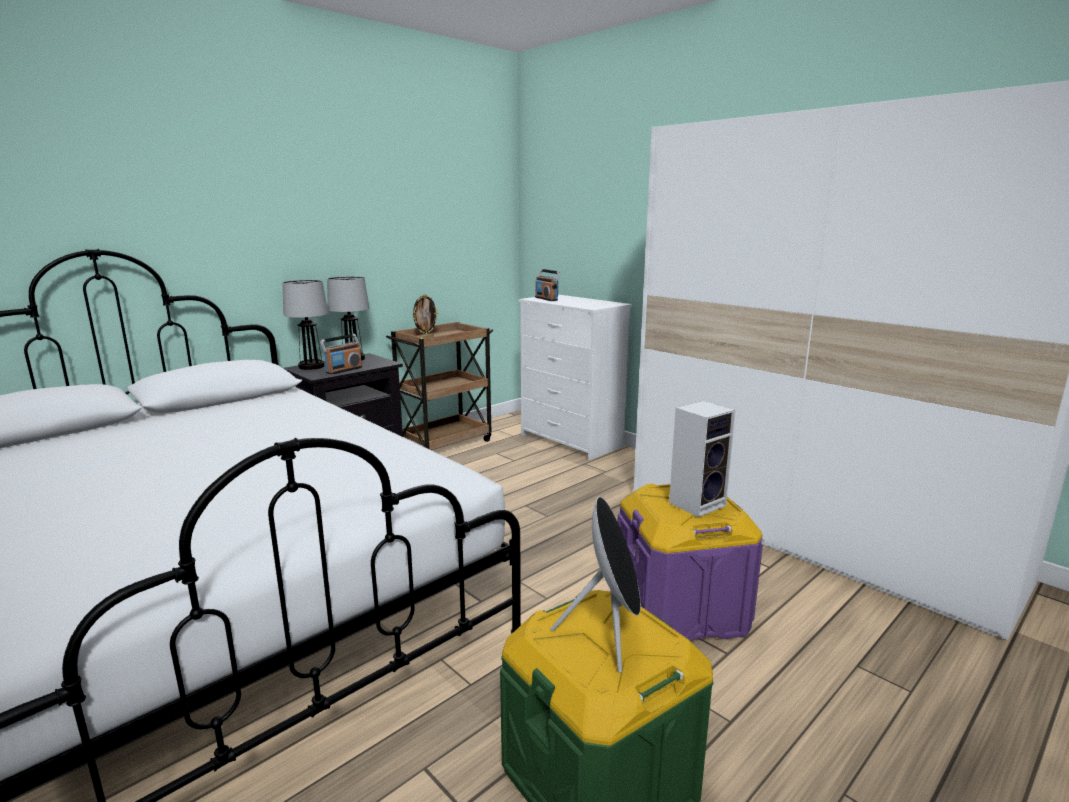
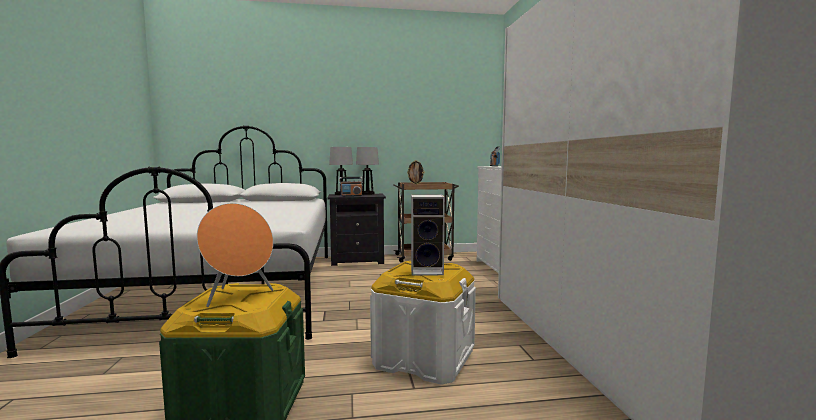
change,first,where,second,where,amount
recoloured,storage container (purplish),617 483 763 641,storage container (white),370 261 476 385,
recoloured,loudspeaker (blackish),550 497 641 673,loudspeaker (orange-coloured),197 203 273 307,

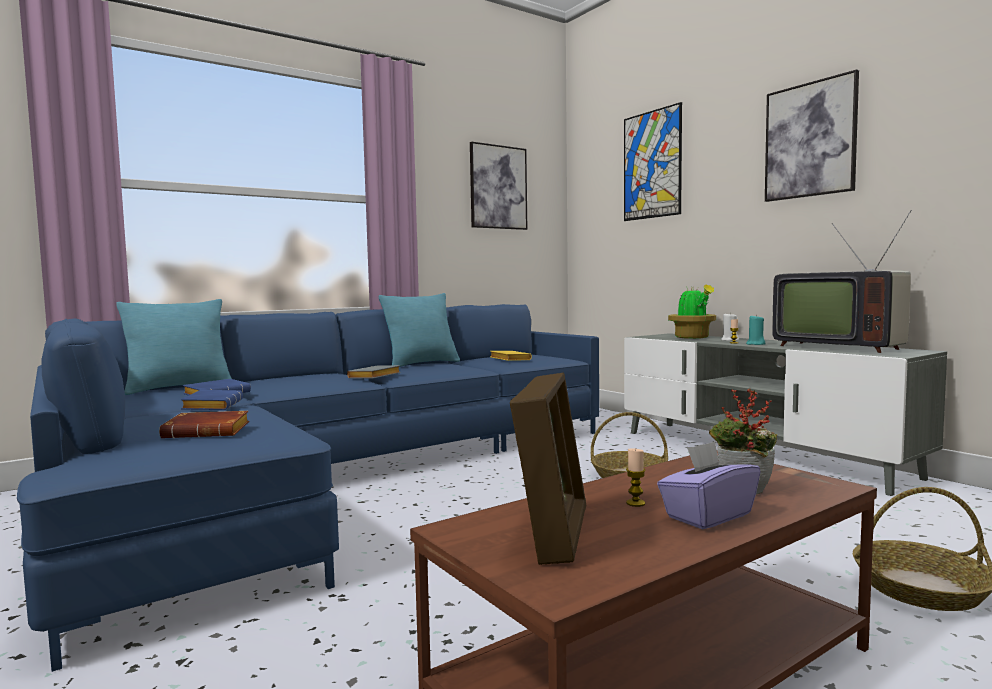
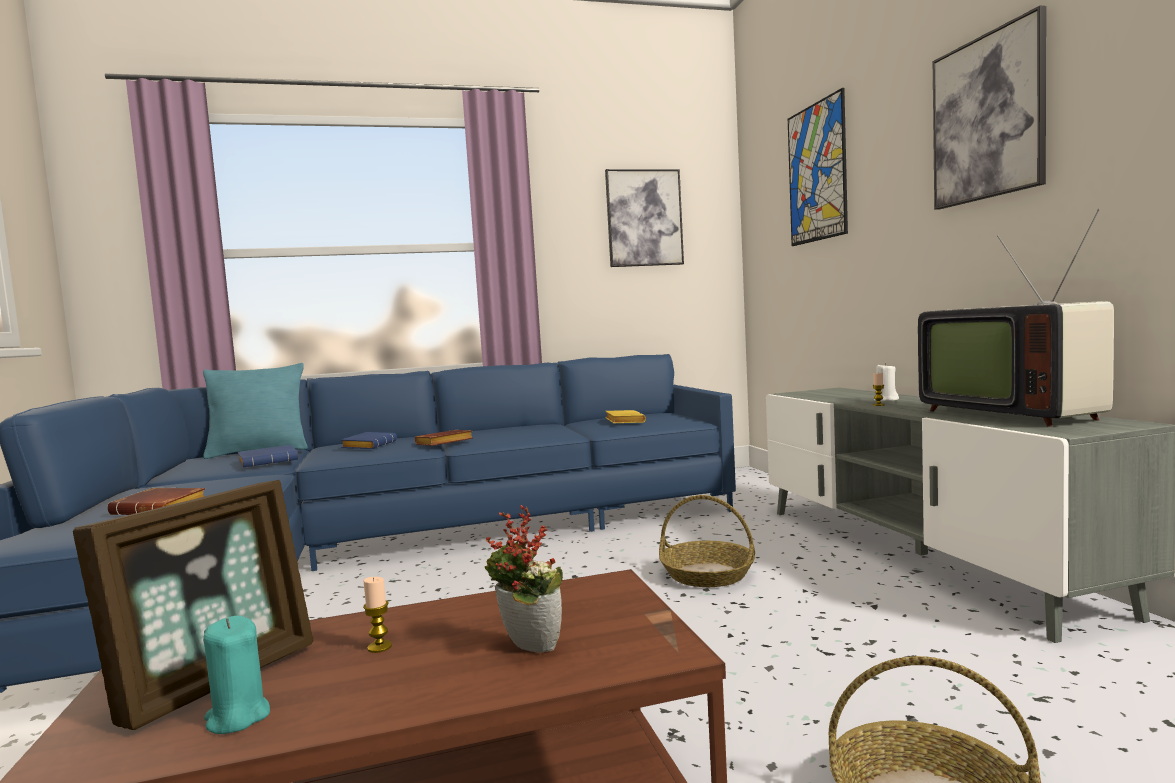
change,first,where,second,where,amount
removed,potted plant,668 285 716 339,,,
removed,throw pillow (blue-green),379 293 460 367,,,
moved,wax light (blue-green),746 314 766 345,,203 616 270 734,
recoloured,book (greyish),347 365 401 379,book (brown),415 430 473 446,
moved,book (blue),181 390 243 410,,341 432 397 449,
removed,box of tissues (purplish),657 441 761 529,,,

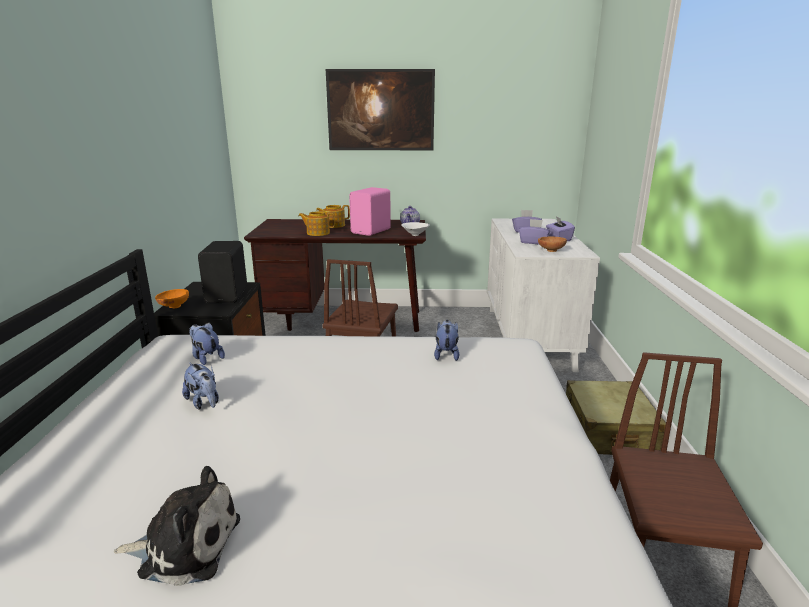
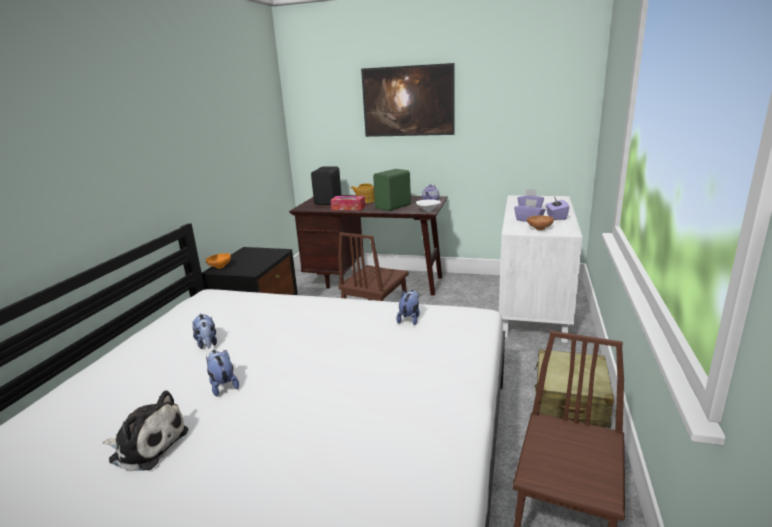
change,first,where,second,where,amount
recoloured,loudspeaker (pink-coloured),349 187 391 236,loudspeaker (green),373 169 411 211,
replaced,tea pot,298 211 335 236,box of tissues,331 196 365 211,
moved,loudspeaker (blackish),198 241 247 303,,311 166 342 205,
moved,plush toy,189 322 225 365,,206 350 239 397,

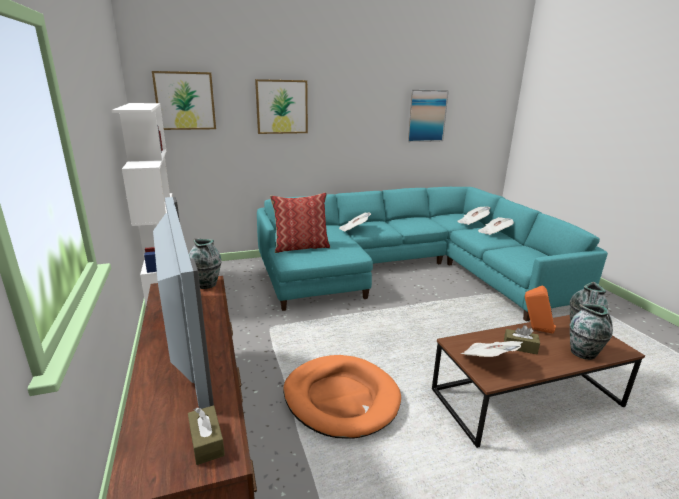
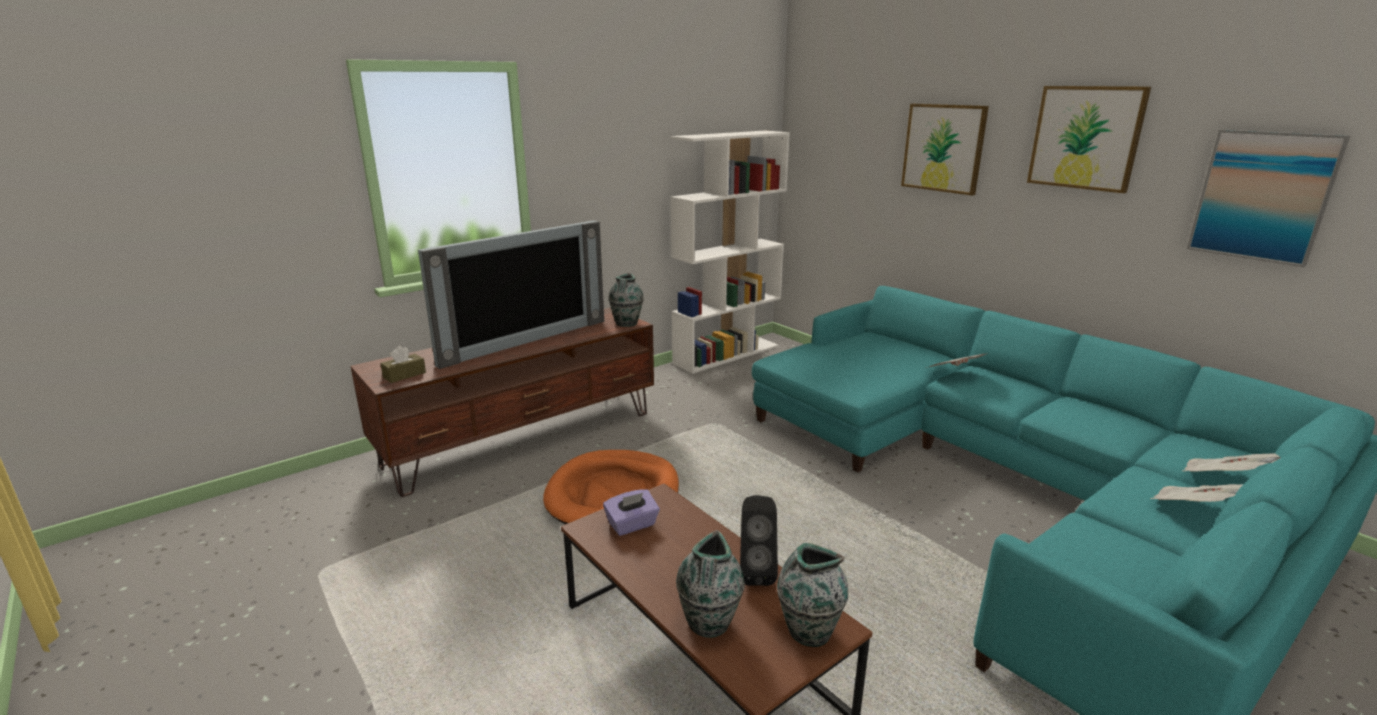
change,first,where,second,where,amount
moved,wall picture,152 71 216 130,,1027 86 1151 193,
removed,throw pillow,270 192 330 253,,,
recoloured,loudspeaker (orange-coloured),525 285 556 334,loudspeaker (blackish),740 495 778 586,
removed,box of tissues (brown),504 325 540 354,,,
replaced,printed paper,461 341 523 357,box of tissues (purplish),603 490 660 536,

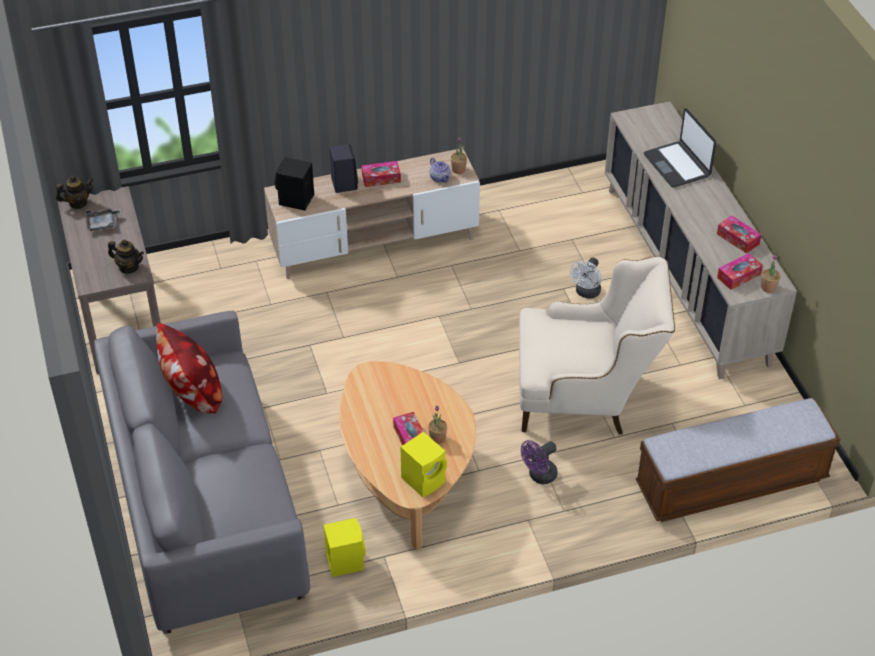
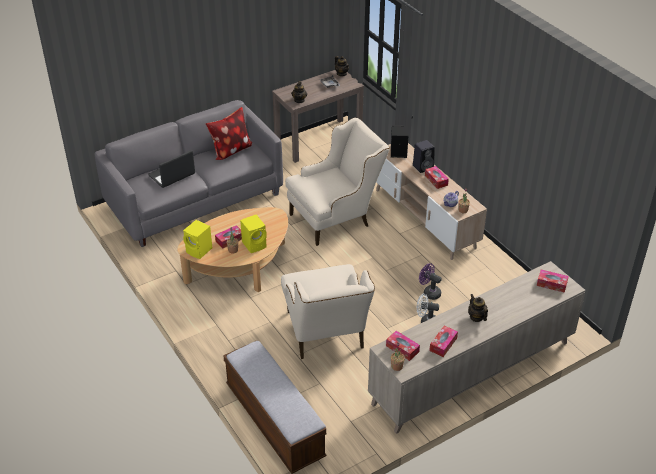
change,first,where,second,where,amount
moved,notebook computer,644 108 716 188,,148 150 195 188,
moved,cooling fan (purplish),521 440 558 484,,419 263 441 300,
moved,loudspeaker (yellow-coloured),324 518 366 577,,240 214 267 253,
added,,,easy chair (sand-coloured),285 118 390 246,
added,,,box of tissues,537 270 569 293,
added,,,tea pot,468 294 488 322,

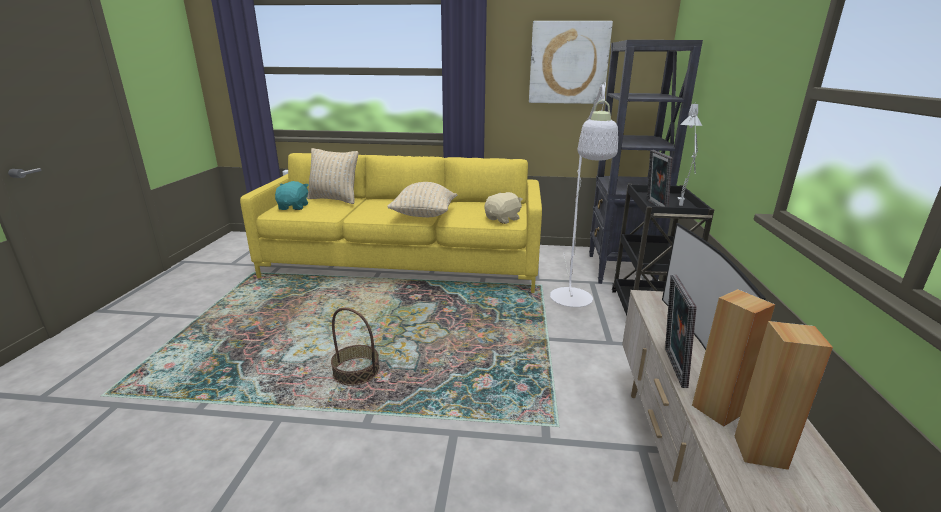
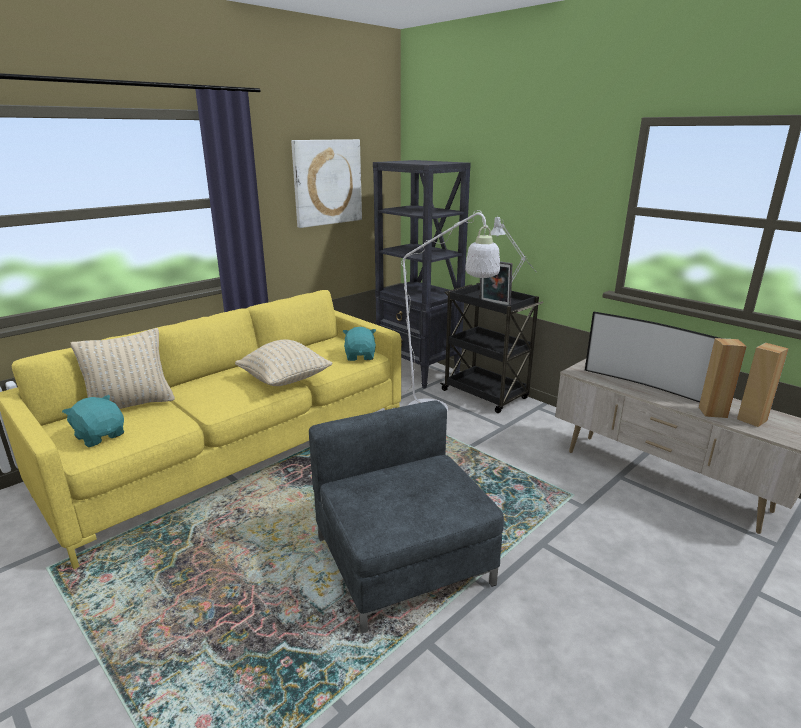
change,first,where,second,where,amount
recoloured,plush toy (sand-coloured),485 192 523 224,plush toy (blue-green),343 327 376 361,
removed,standing frame,665 275 697 388,,,
replaced,basket,331 308 380 386,easy chair (greyish),309 400 504 634,

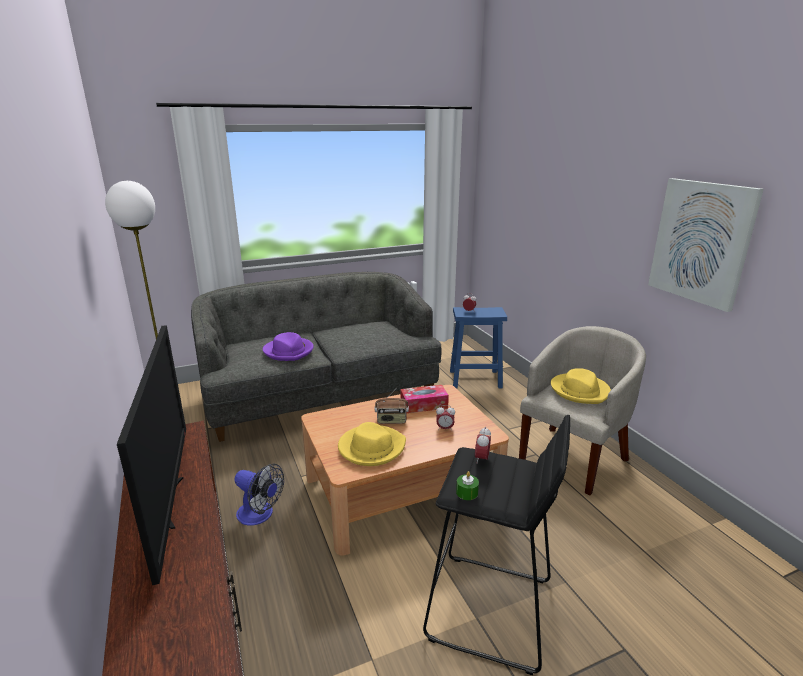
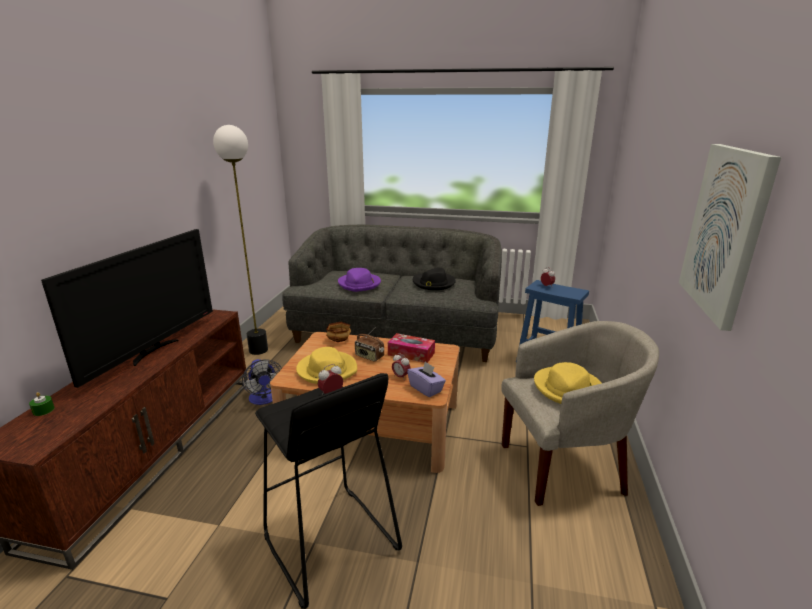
change,first,where,second,where,amount
moved,wax light (green),456 471 479 500,,29 392 55 416,
added,,,hat (blackish),413 267 456 290,
added,,,deep dish,326 322 351 342,
added,,,box of tissues (purplish),407 362 446 397,

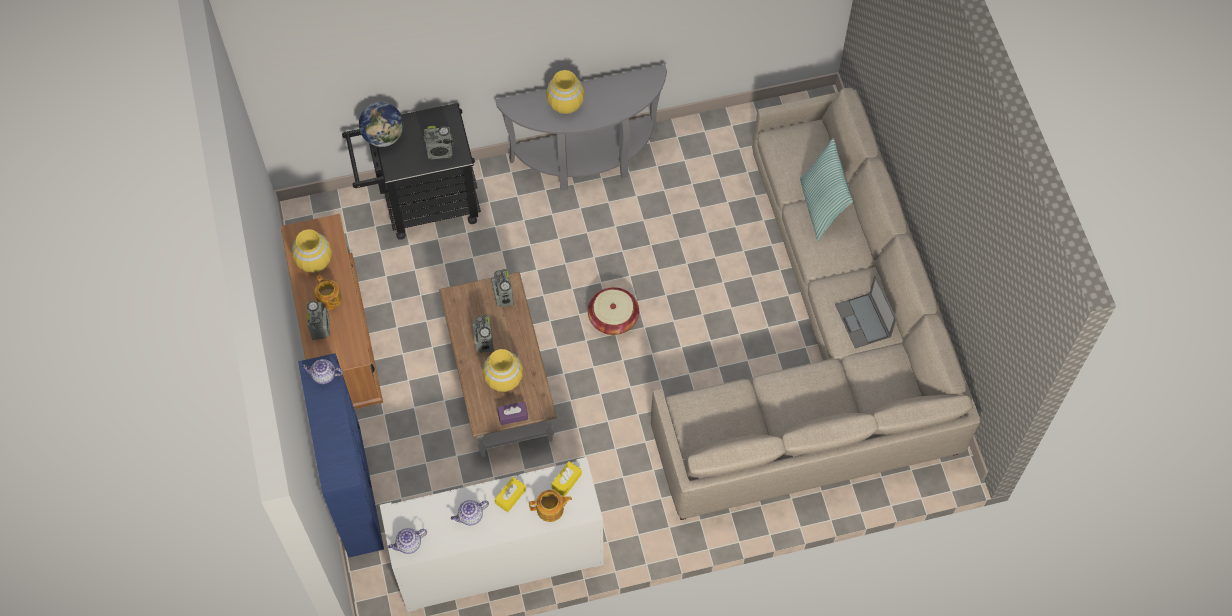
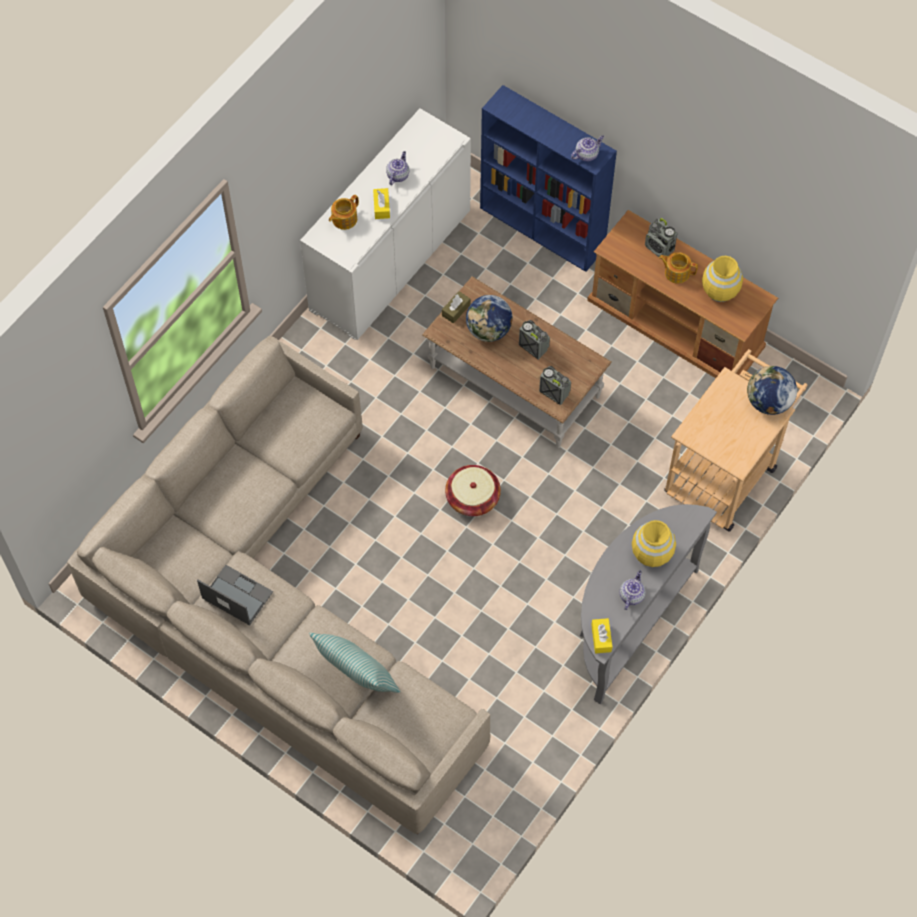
change,first,where,second,where,amount
recoloured,wheeled cart (blackish),342 103 481 240,wheeled cart (sand-coloured),664 349 808 532,
removed,radio receiver,424 126 453 159,,,
replaced,decorative vase (yellow-coloured),483 349 523 392,globe,466 295 513 342,
recoloured,box of tissues (purplish),497 402 528 425,box of tissues (brown),442 291 470 323,
moved,box of tissues (yellow-coloured),552 461 582 496,,591 618 612 653,
moved,tea pot,388 528 427 554,,620 570 645 610,

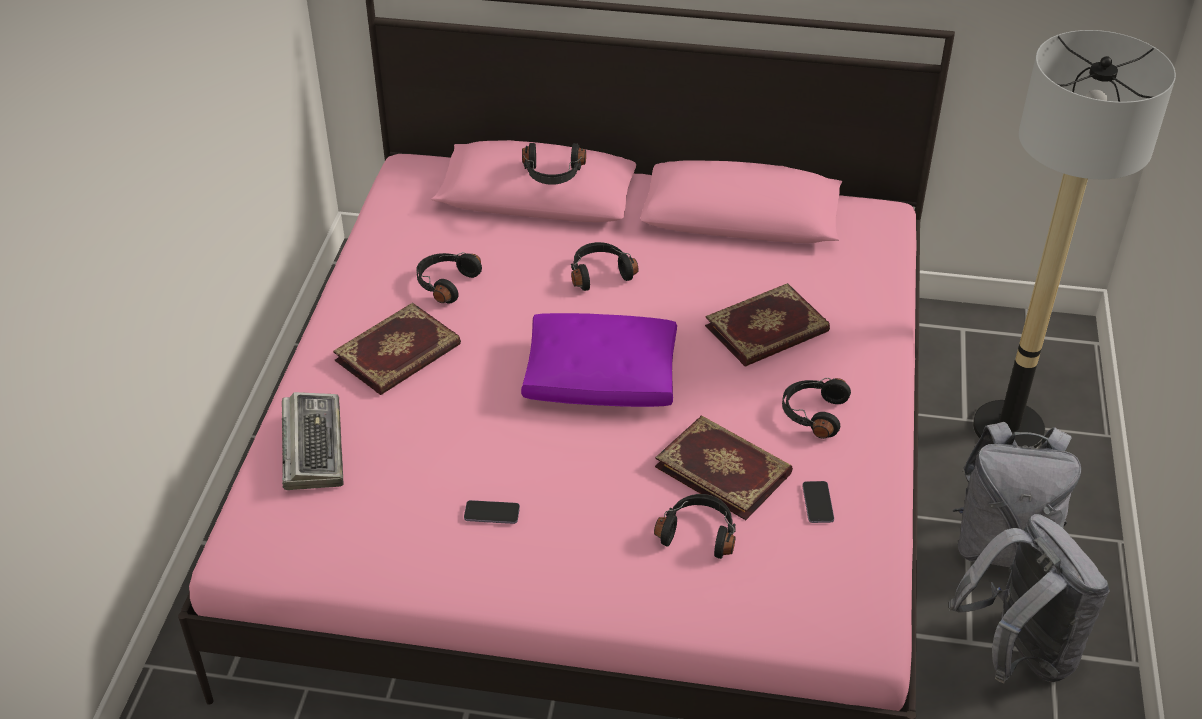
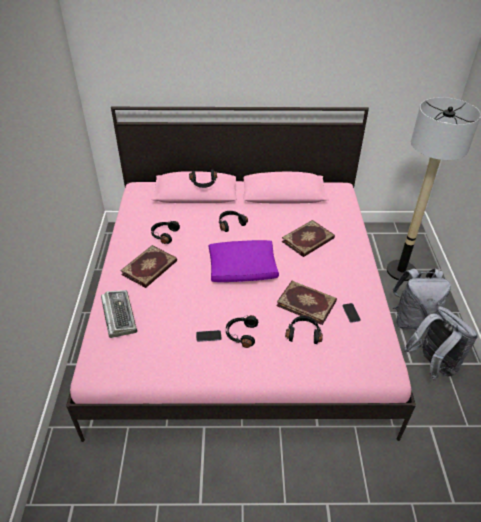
change,first,where,second,where,amount
moved,headphones (blackish),782 378 851 439,,226 315 258 348,

